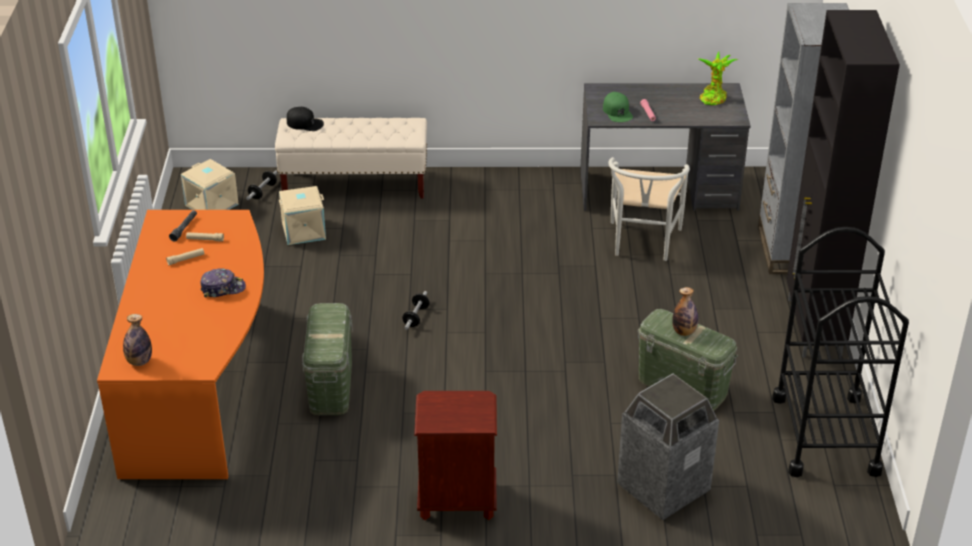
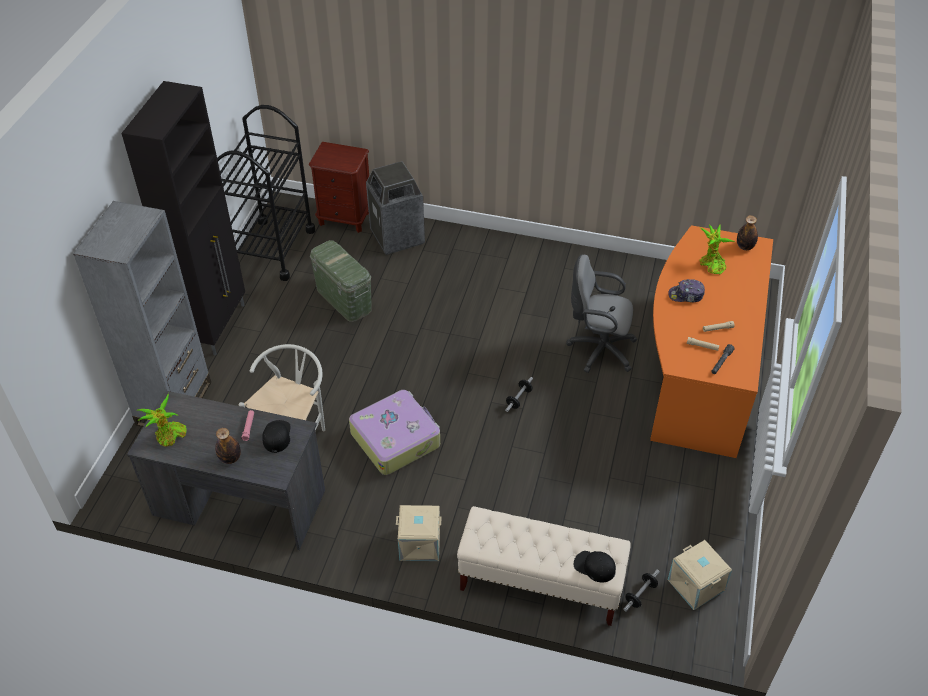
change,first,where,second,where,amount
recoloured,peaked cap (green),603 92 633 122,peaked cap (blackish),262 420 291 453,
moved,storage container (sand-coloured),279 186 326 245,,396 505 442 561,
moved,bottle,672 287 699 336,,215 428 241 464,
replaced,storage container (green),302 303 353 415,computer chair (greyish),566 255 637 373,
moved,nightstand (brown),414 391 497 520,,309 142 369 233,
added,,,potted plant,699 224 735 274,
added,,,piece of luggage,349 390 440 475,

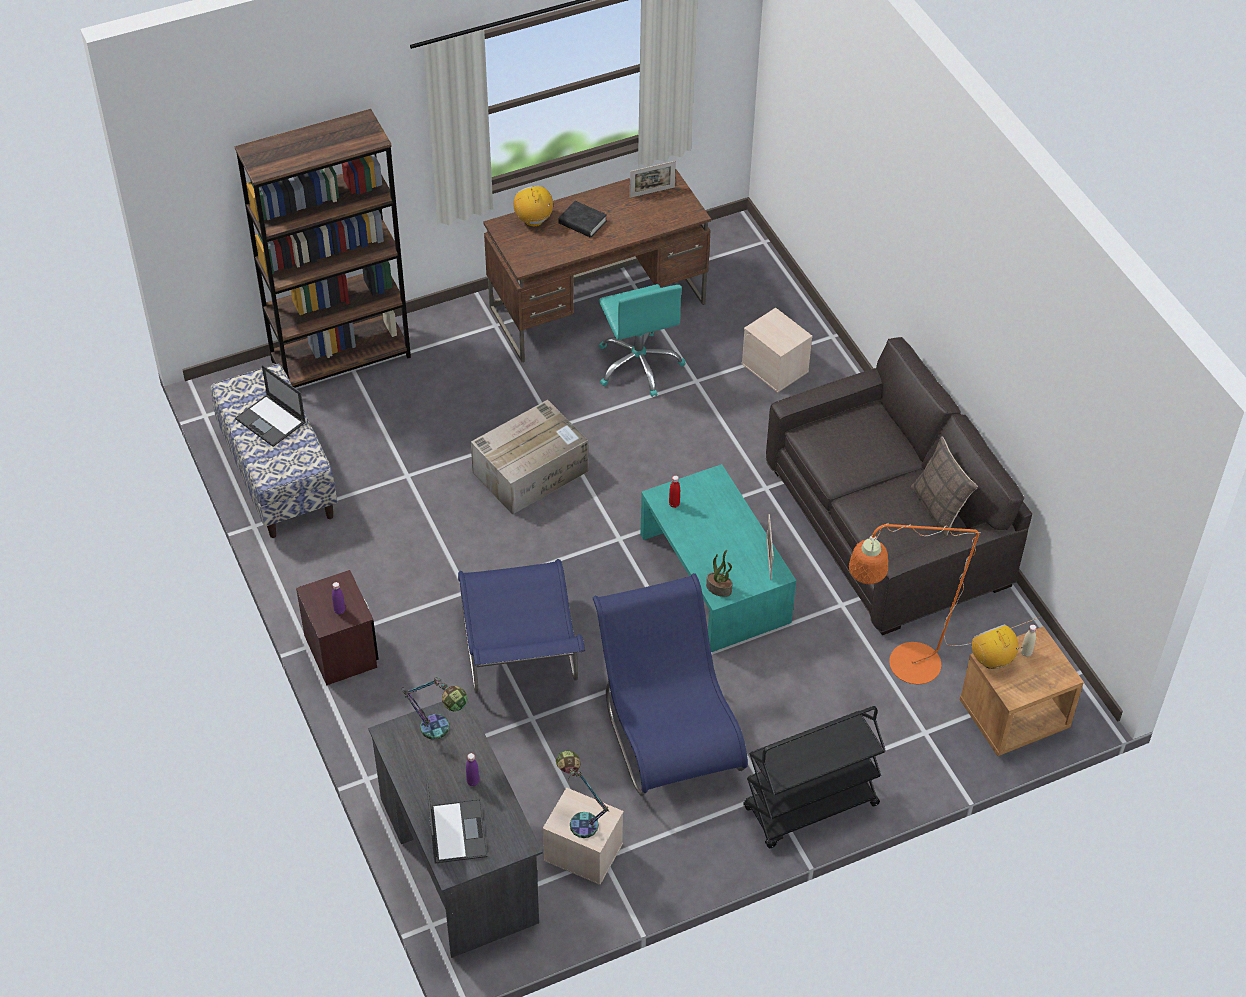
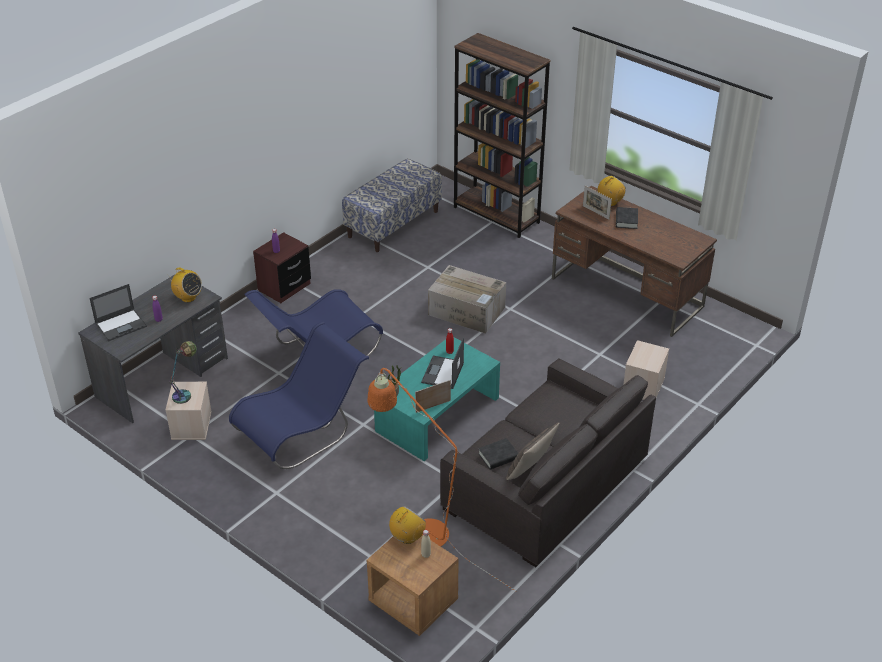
change,first,where,second,where,amount
moved,standing frame,630 161 676 198,,583 186 612 220,
removed,computer chair (blue-green),599 284 685 397,,,
moved,notebook computer,235 365 306 447,,421 337 464 389,
replaced,tabletop lamp,401 677 467 740,radio receiver,168 268 202 302,
removed,wheeled cart (blackish),743 706 886 848,,,
added,,,book (blackish),478 438 518 470,

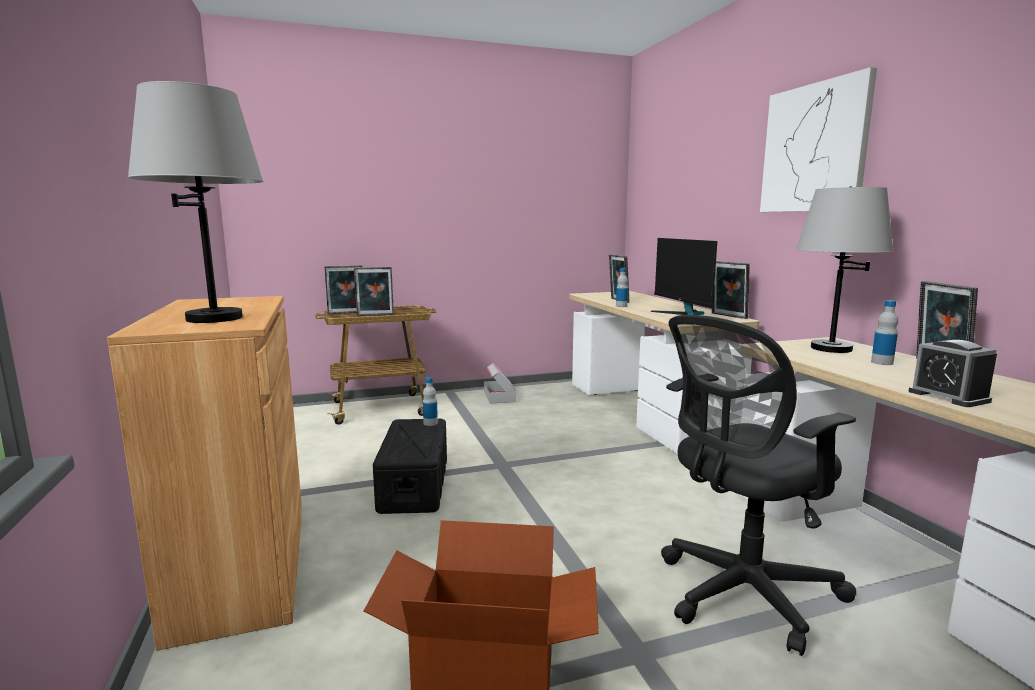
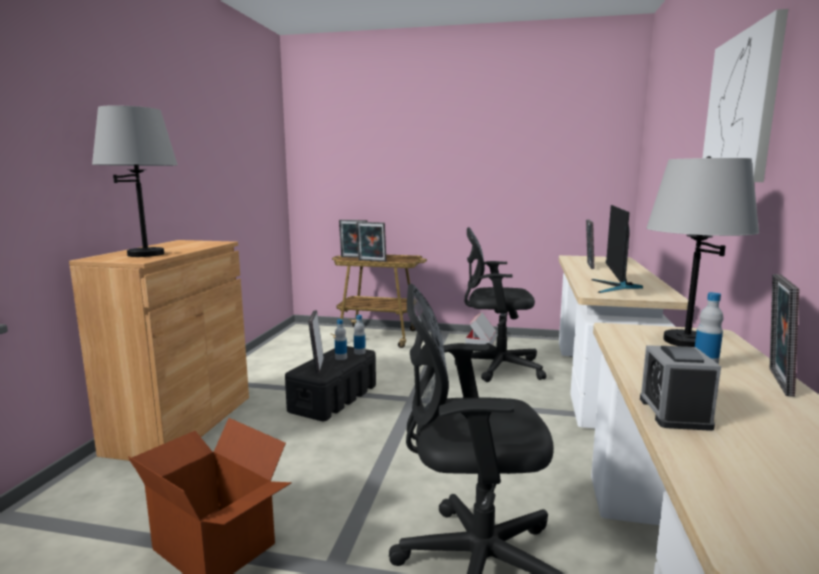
change,first,where,second,where,amount
moved,standing frame,712 261 750 319,,308 310 324 374,
moved,bottle,616 268 628 307,,335 319 347 360,
added,,,computer chair (blackish),454 227 546 382,

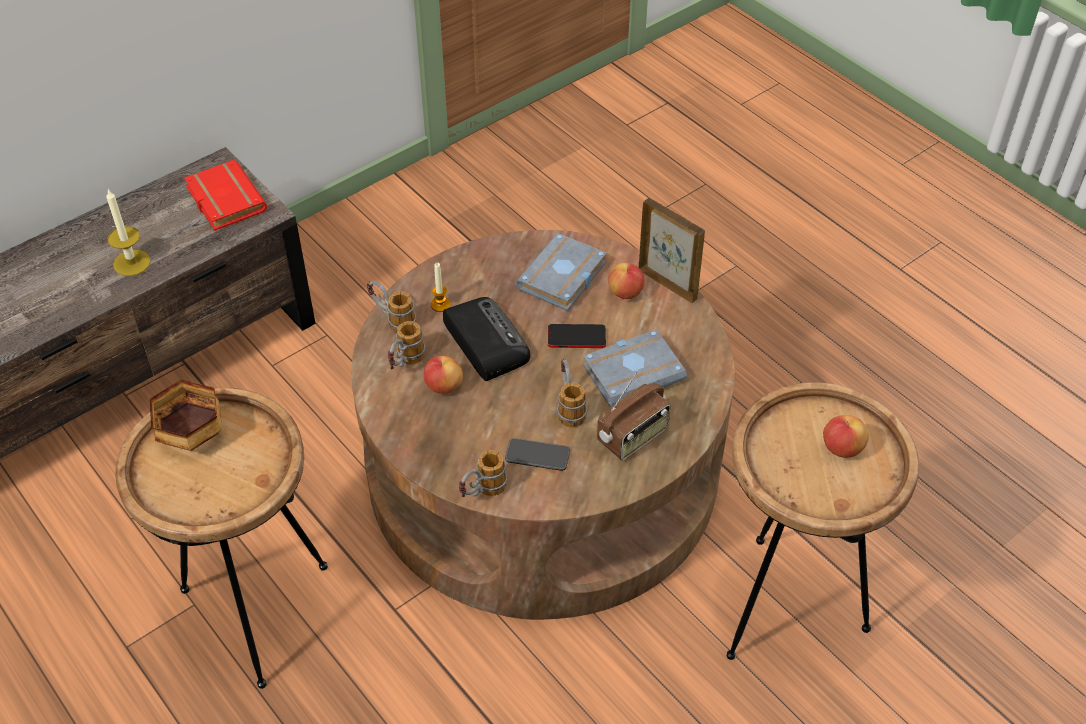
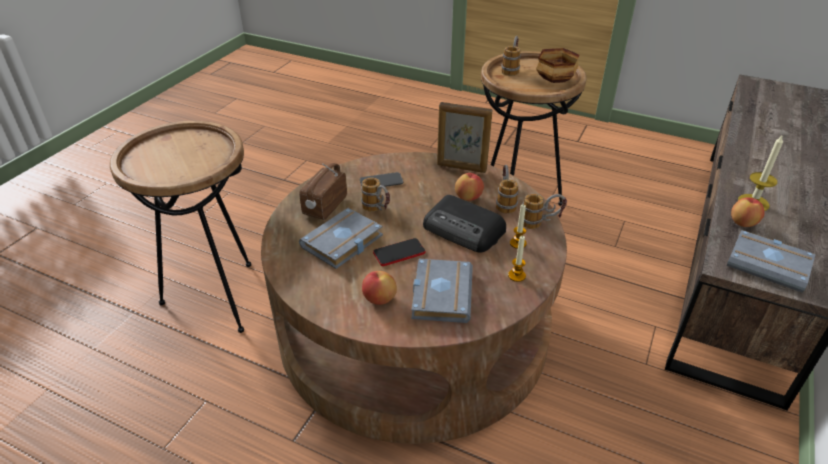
change,first,where,second,where,amount
recoloured,book (reddish),184 160 267 231,book (greyish),726 230 816 293,
moved,standing frame,639 198 705 303,,437 102 492 173,
moved,apple,823 415 869 458,,731 198 765 227,
moved,tea mug,459 450 507 497,,501 36 521 76,
added,,,wax light,508 235 526 282,

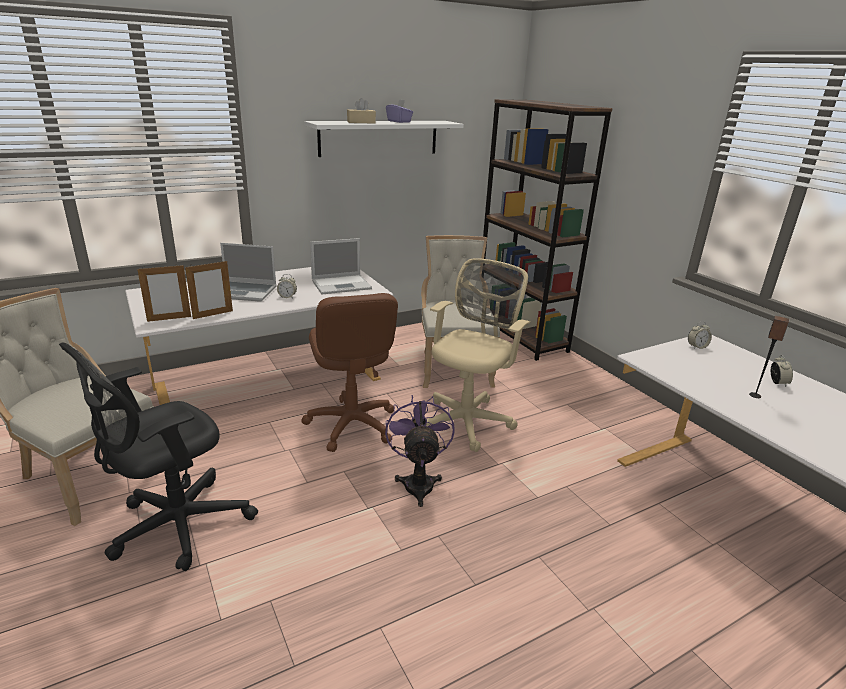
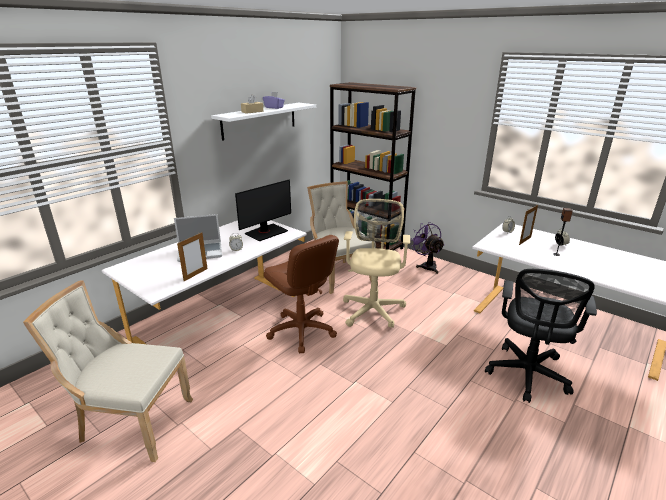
change,first,where,second,where,amount
replaced,notebook computer,310 238 372 294,computer display,235 179 291 241,
moved,standing frame,137 264 191 322,,519 205 538 245,
moved,computer chair (blackish),59 342 258 571,,485 269 597 403,
moved,cooling fan (purplish),385 395 455 507,,410 222 445 274,

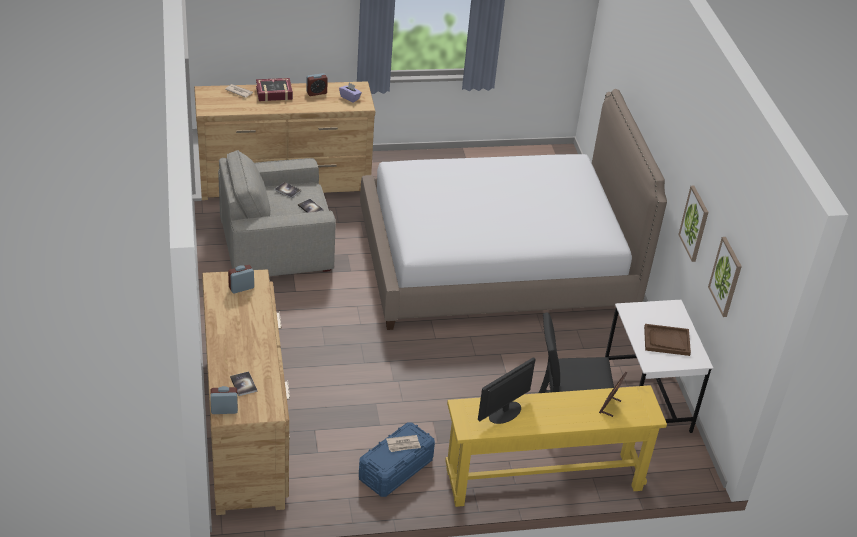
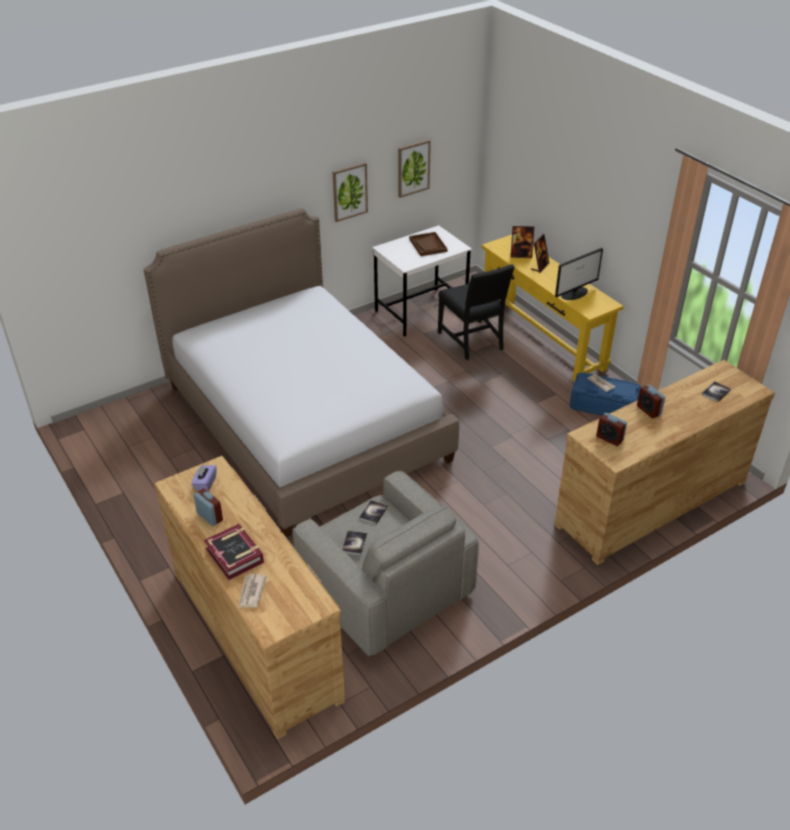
change,first,where,second,where,amount
turned,computer display,478 357 536 424,,555 248 603 300,60 degrees counterclockwise
moved,table clock,210 386 238 414,,637 384 665 418,
added,,,standing frame,531 234 549 273,

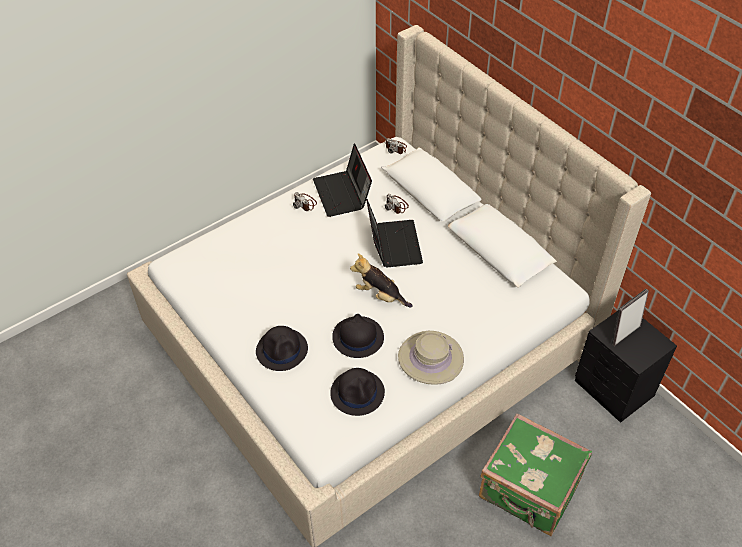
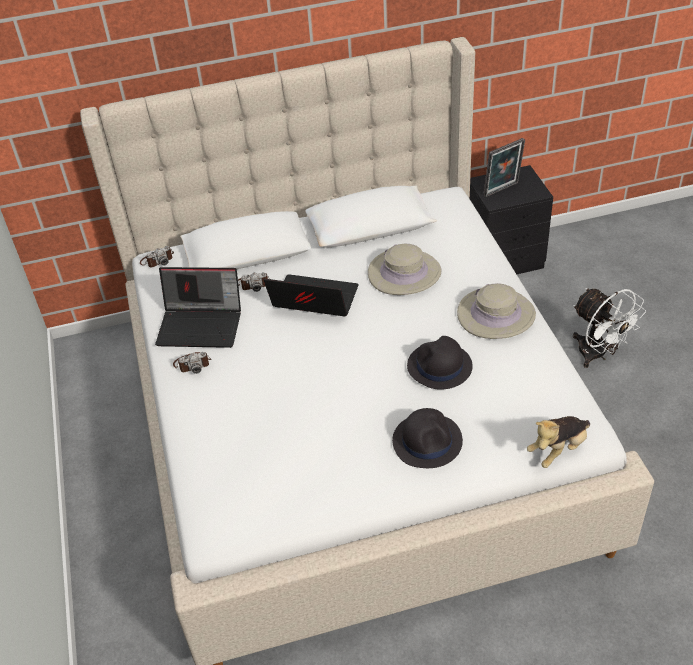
change,first,where,second,where,amount
moved,plush toy,350 253 413 308,,527 416 590 468,
turned,standing frame,612 289 649 346,,483 138 525 197,105 degrees counterclockwise
removed,hat (blackish),330 368 385 416,,,
replaced,piece of luggage (green),479 413 592 536,cooling fan (white),573 288 646 368,
added,,,hat (sand-coloured),368 244 442 295,

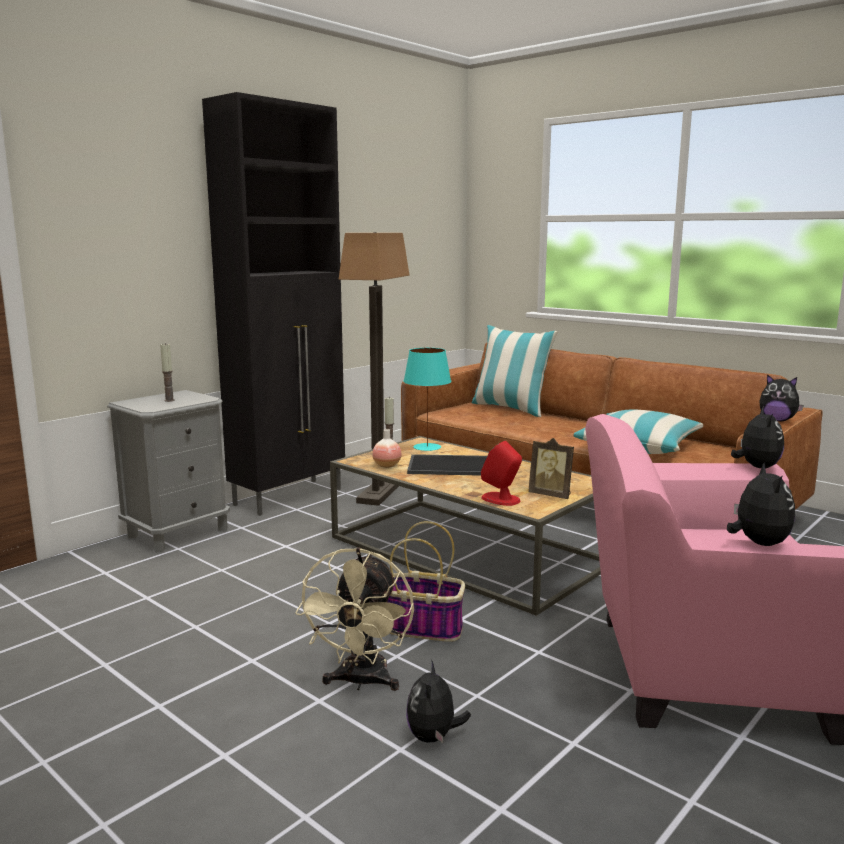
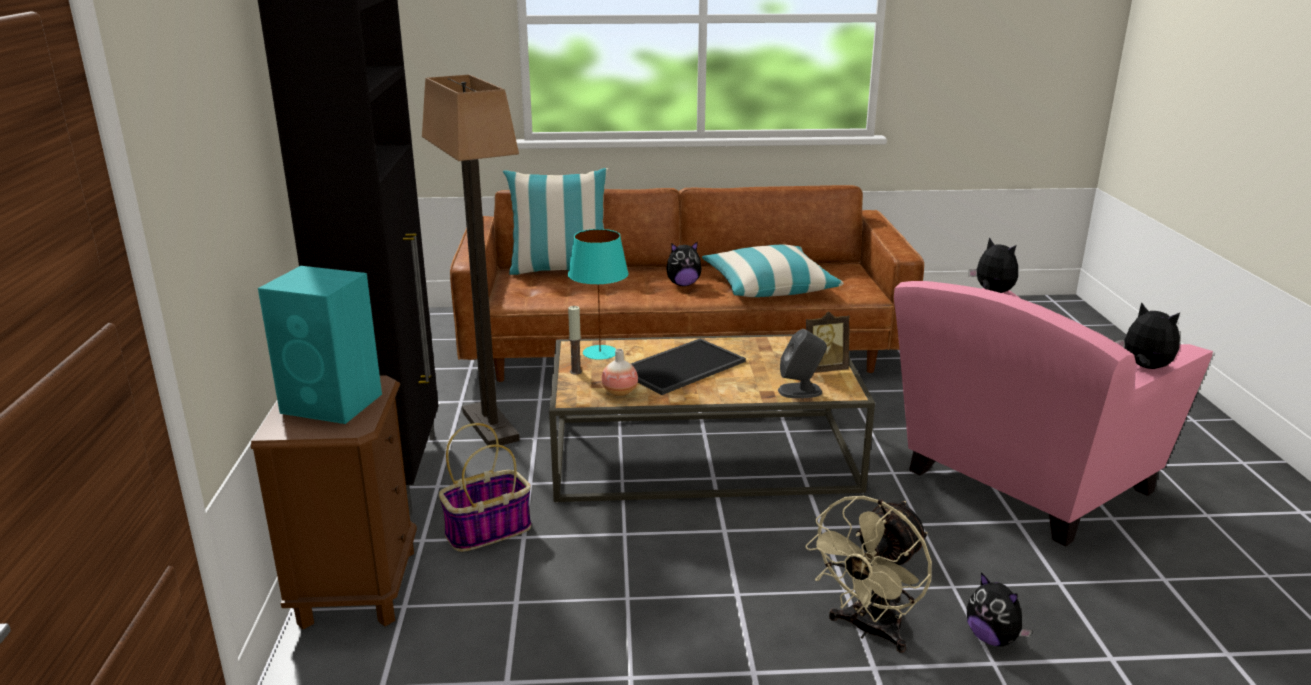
change,first,where,second,where,amount
replaced,wax light,160 344 175 402,loudspeaker (blue-green),258 266 382 424,
moved,plush toy,759 374 804 421,,667 241 702 286,
recoloured,nightstand (greyish),107 390 230 552,nightstand (brown),251 375 417 629,
recoloured,loudspeaker (reddish),481 441 522 506,loudspeaker (greyish),778 329 827 398,
moved,basket,387 521 465 642,,439 423 531 552,
turned,cooling fan (sand-coloured),295 547 414 691,,805 496 932 653,75 degrees clockwise

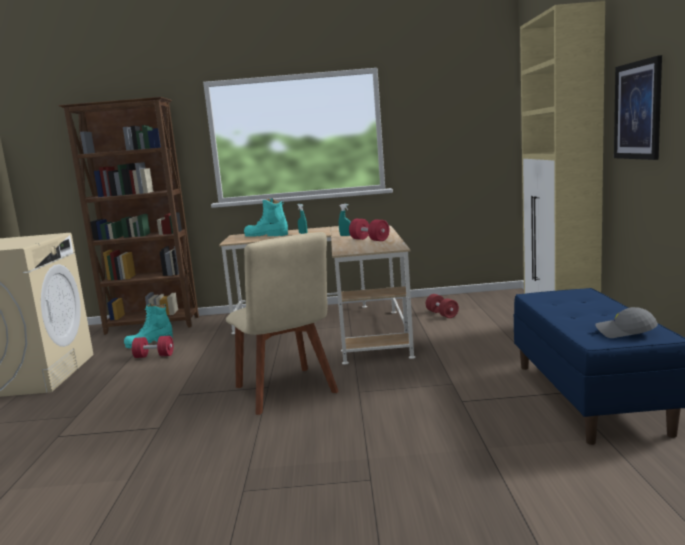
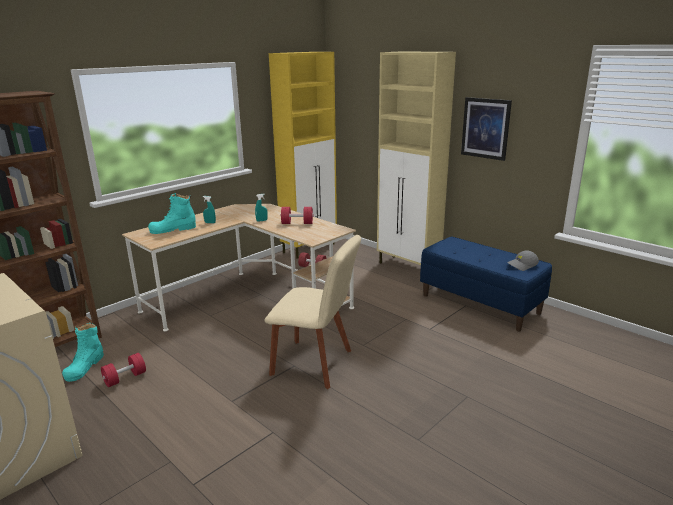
change,first,where,second,where,amount
added,,,cupboard (yellow-coloured),269 52 337 259,

